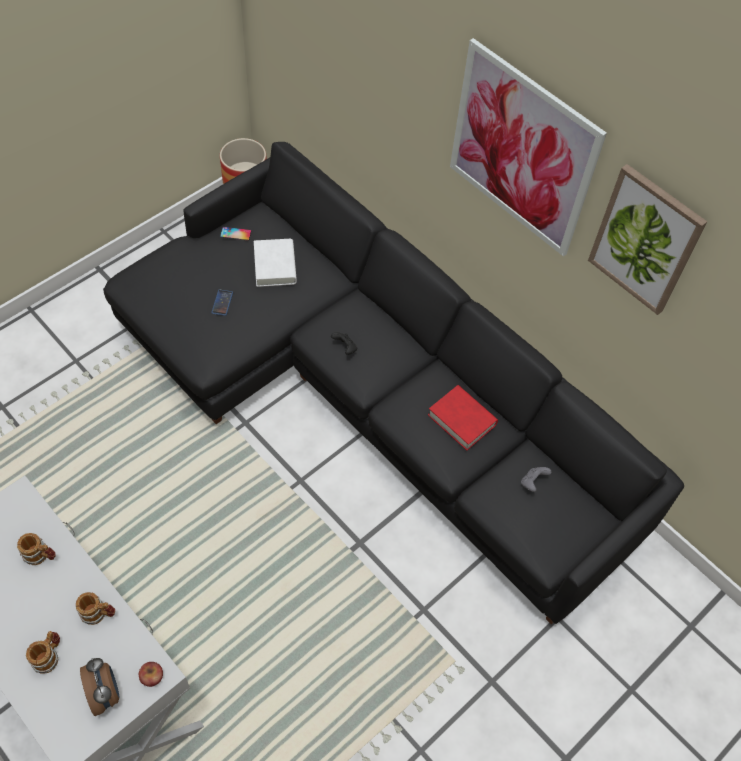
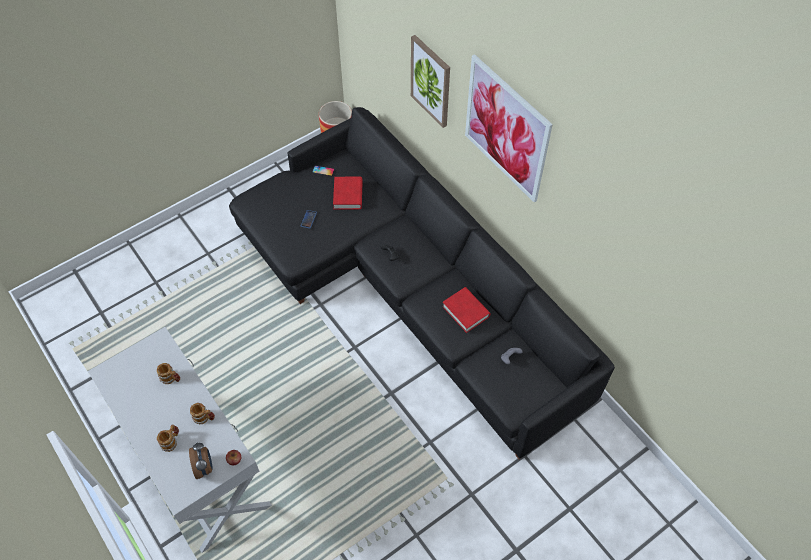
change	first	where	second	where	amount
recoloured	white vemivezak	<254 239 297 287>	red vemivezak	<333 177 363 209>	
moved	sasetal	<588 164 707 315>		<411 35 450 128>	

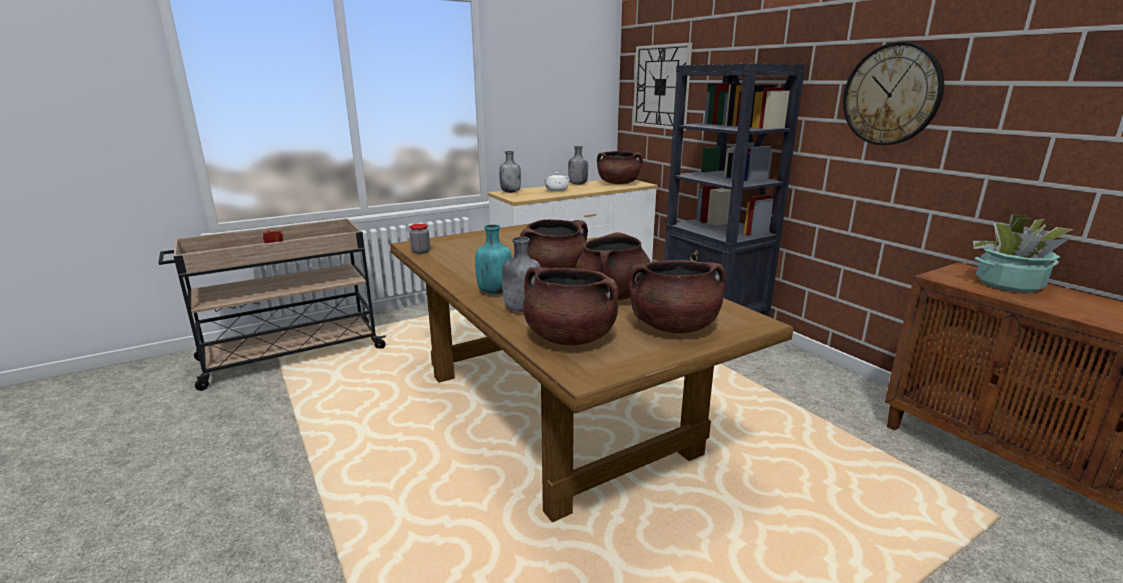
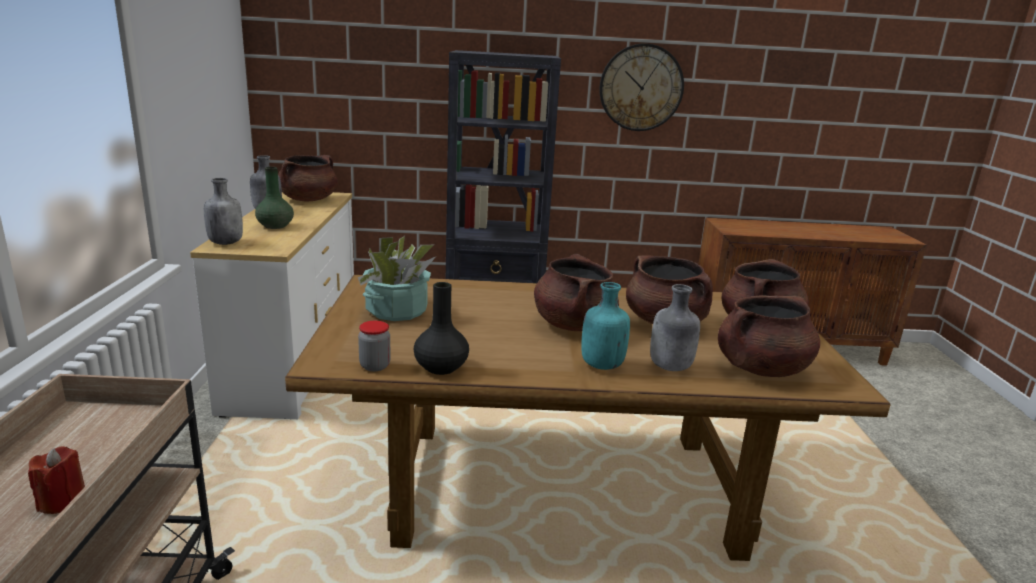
change	first	where	second	where	amount
replaced	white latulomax	<542 172 570 192>	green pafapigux	<255 167 294 229>	
removed	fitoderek	<633 42 692 131>			
moved	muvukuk	<973 214 1074 293>		<358 236 436 321>	
added			black pafapigux	<413 282 469 375>	

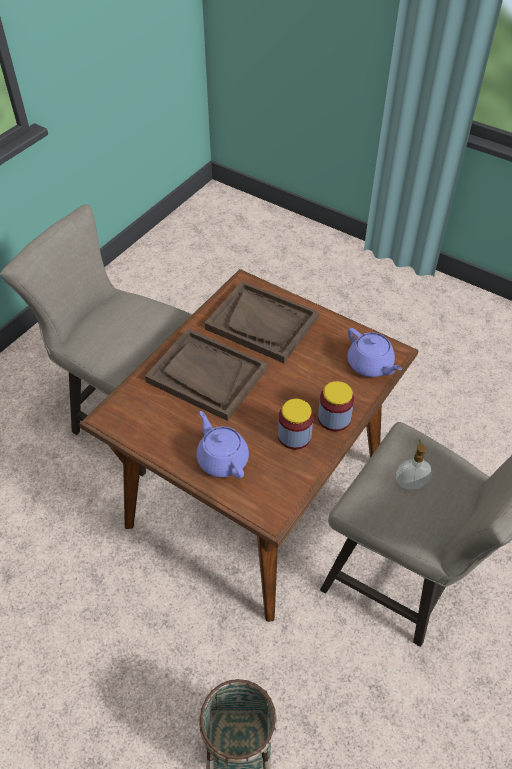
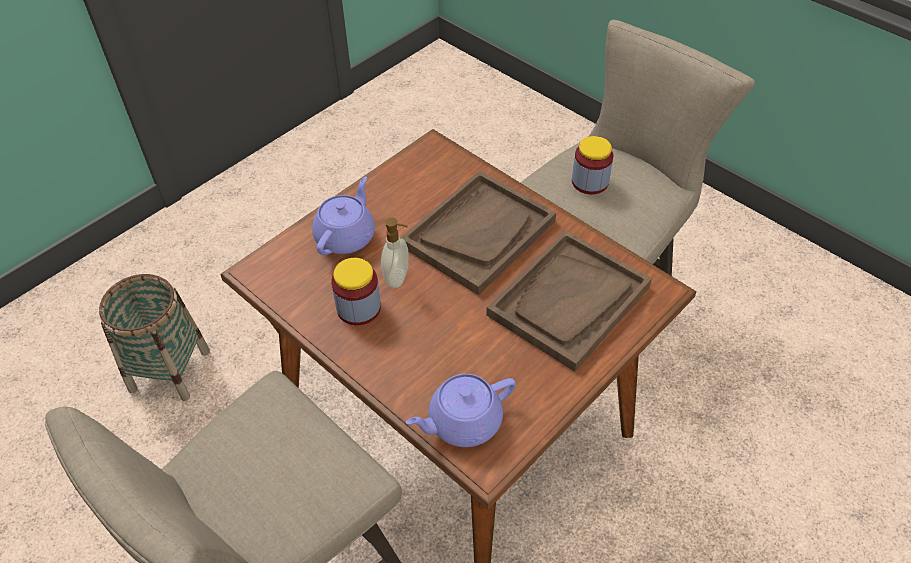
change	first	where	second	where	amount
turned	purple latulomax	<196 411 249 479>		<312 177 375 255>	45 degrees counterclockwise
moved	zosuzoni	<318 381 354 431>		<572 136 613 194>	
moved	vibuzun	<396 439 432 489>		<381 217 409 288>	

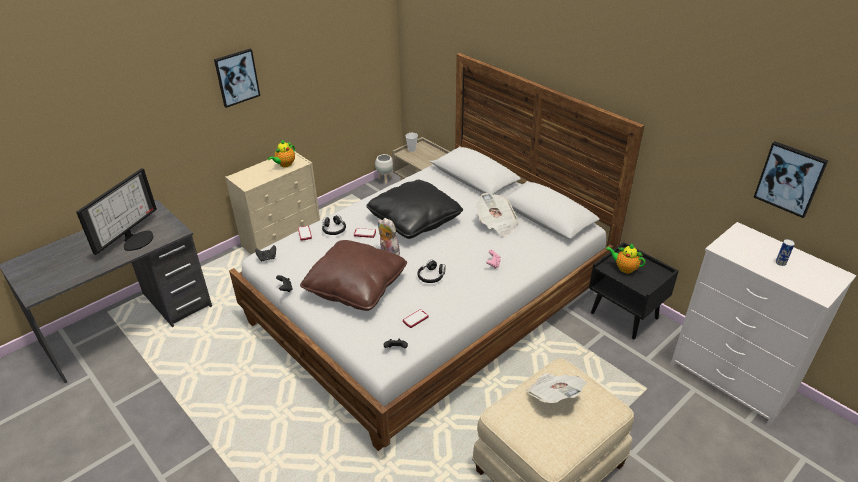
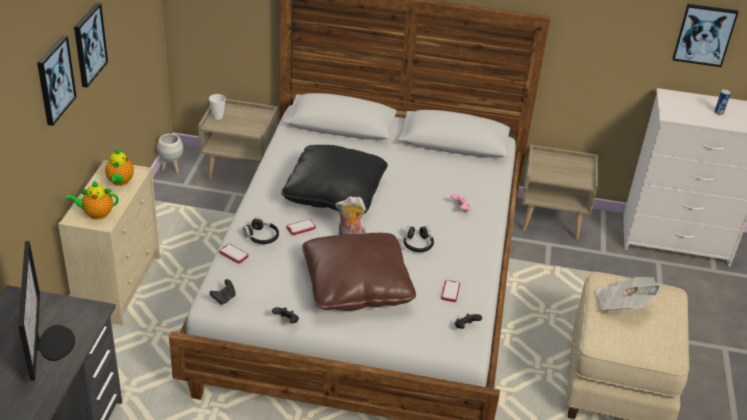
change	first	where	second	where	amount
removed	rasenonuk	<476 193 519 237>			
recoloured	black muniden	<589 242 678 339>	beige muniden	<522 145 598 240>	
moved	latulomax	<606 243 646 273>		<65 181 119 220>	
added			sasetal	<74 3 108 87>	

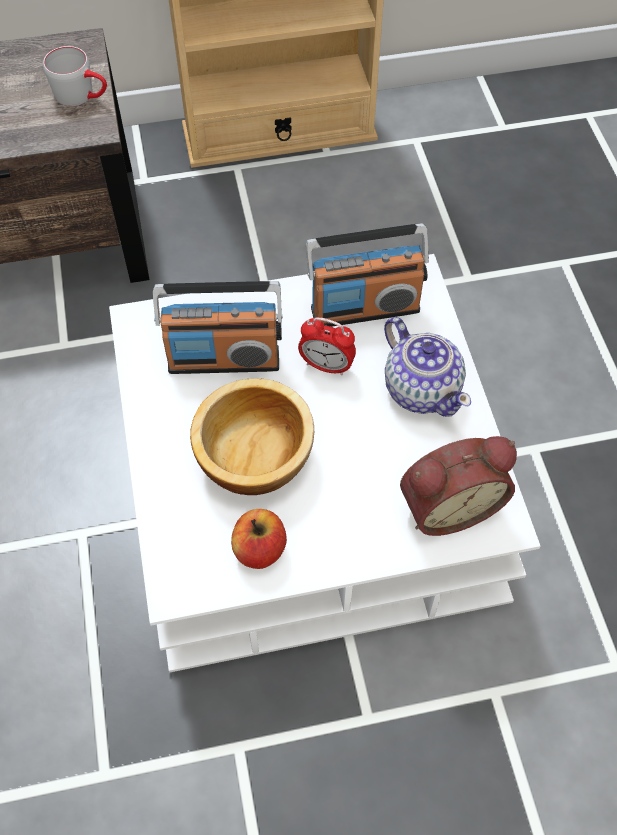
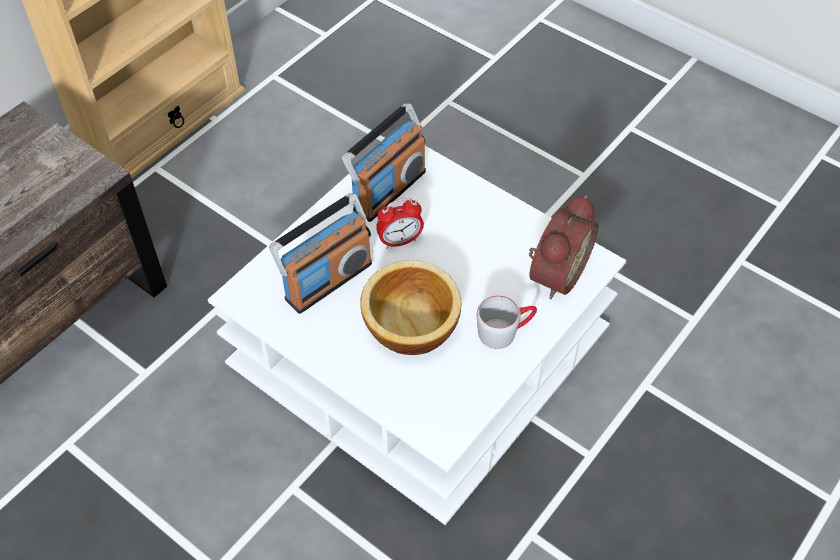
change	first	where	second	where	amount
moved	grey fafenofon	<43 46 107 106>		<477 295 537 349>	
removed	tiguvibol	<231 509 287 569>			
removed	latulomax	<384 317 471 417>			

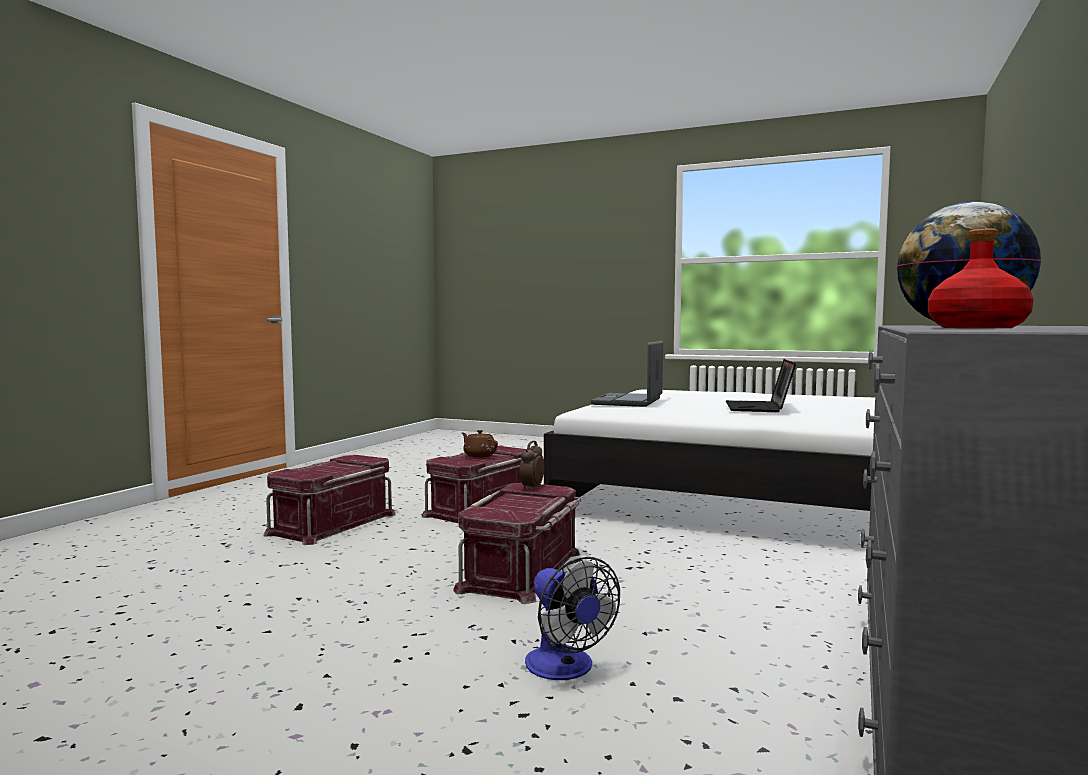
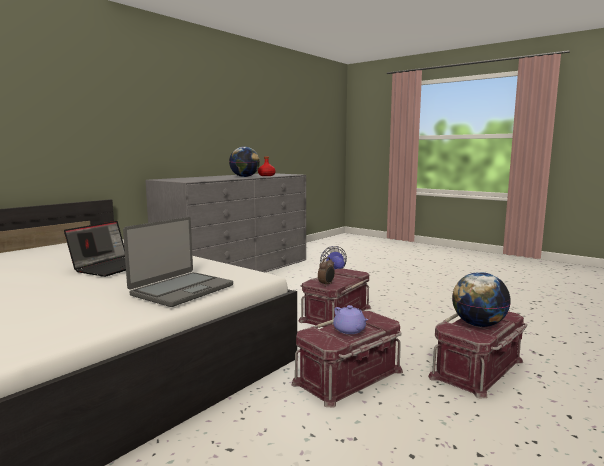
change	first	where	second	where	amount
recoloured	brown latulomax	<462 430 498 458>	purple latulomax	<333 305 368 334>	
added			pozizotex	<452 272 511 327>	

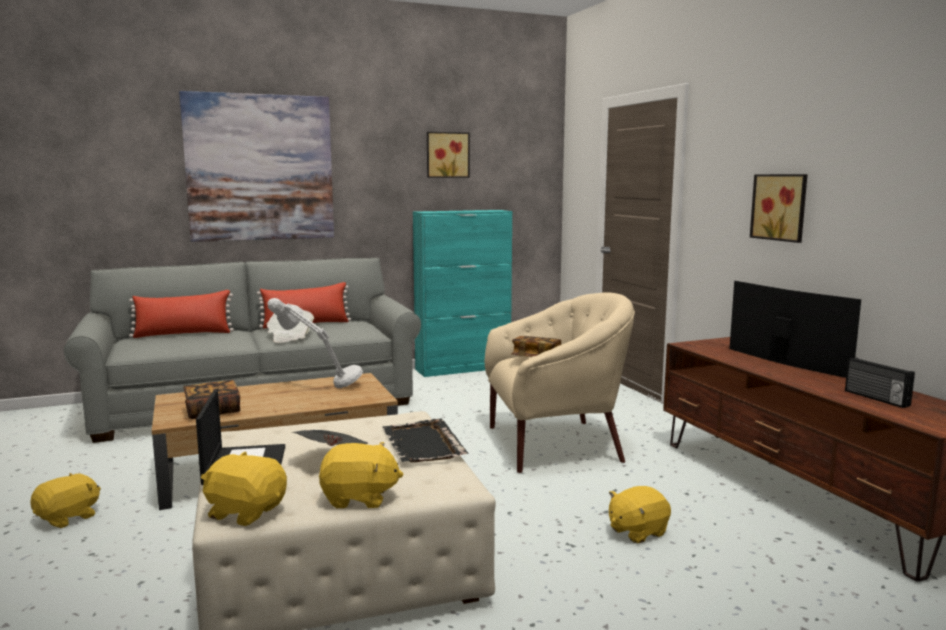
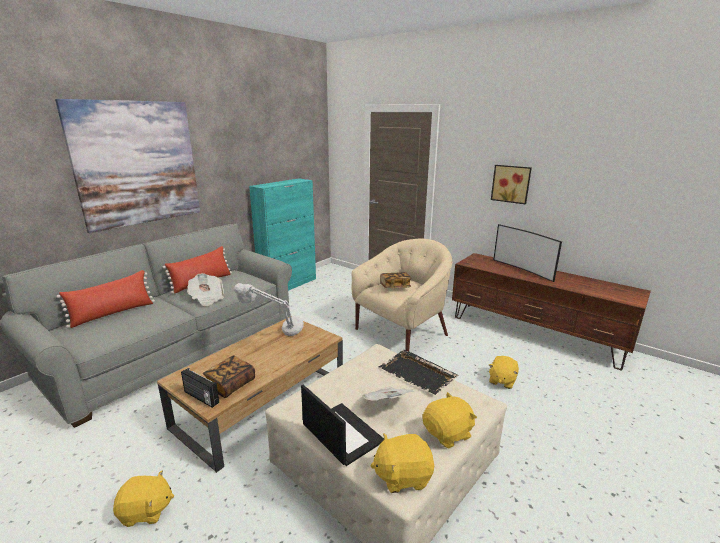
change	first	where	second	where	amount
turned	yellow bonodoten	<30 473 101 528>		<113 470 174 527>	75 degrees clockwise
removed	sasetal	<427 132 470 178>			
turned	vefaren	<729 281 861 378>		<493 224 562 282>	150 degrees counterclockwise
moved	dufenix	<845 358 915 408>		<181 368 219 408>	

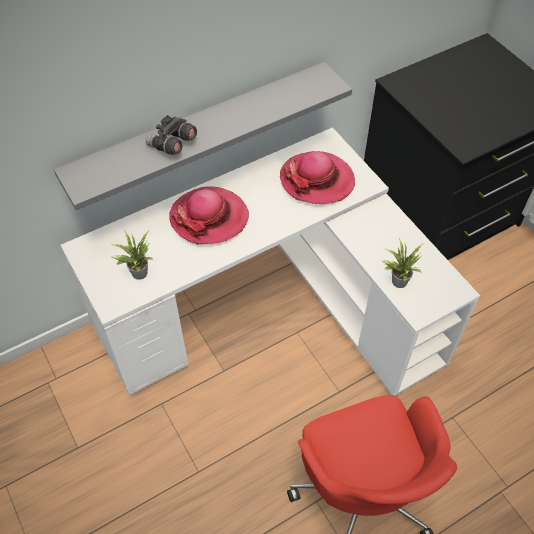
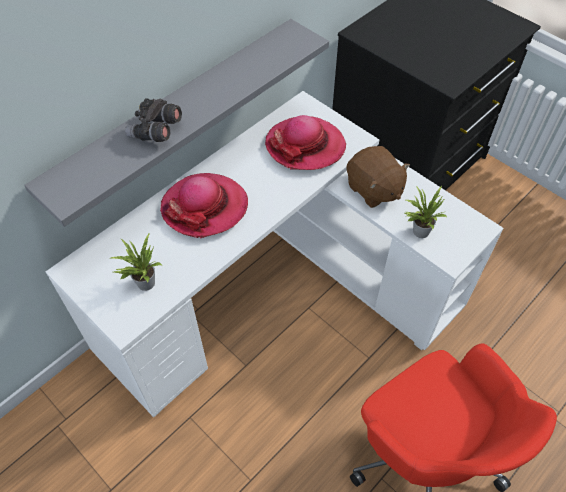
change	first	where	second	where	amount
added			brown bonodoten	<346 146 410 208>	

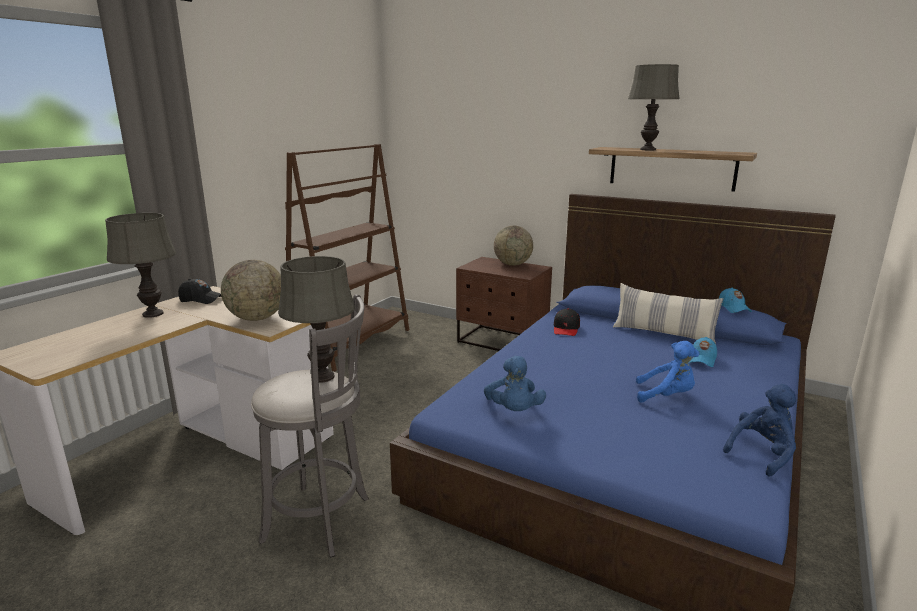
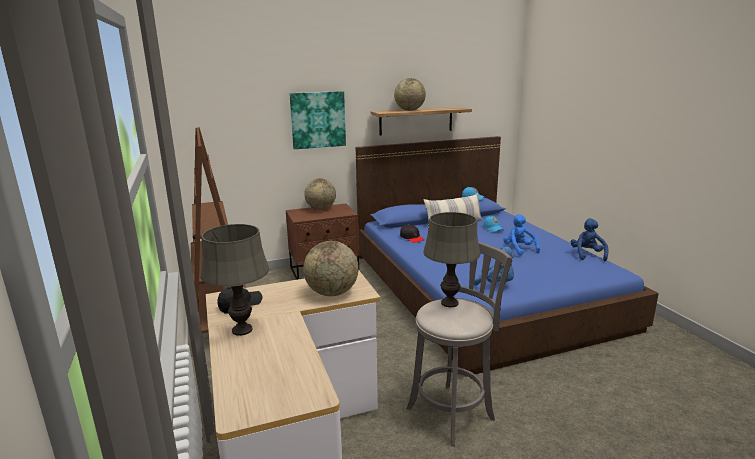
change	first	where	second	where	amount
replaced	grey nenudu	<628 64 680 150>	pozizotex	<394 78 426 111>	
turned	blue bonodoten	<636 341 699 403>		<503 214 540 256>	75 degrees counterclockwise
added			sasetal	<289 91 346 149>	

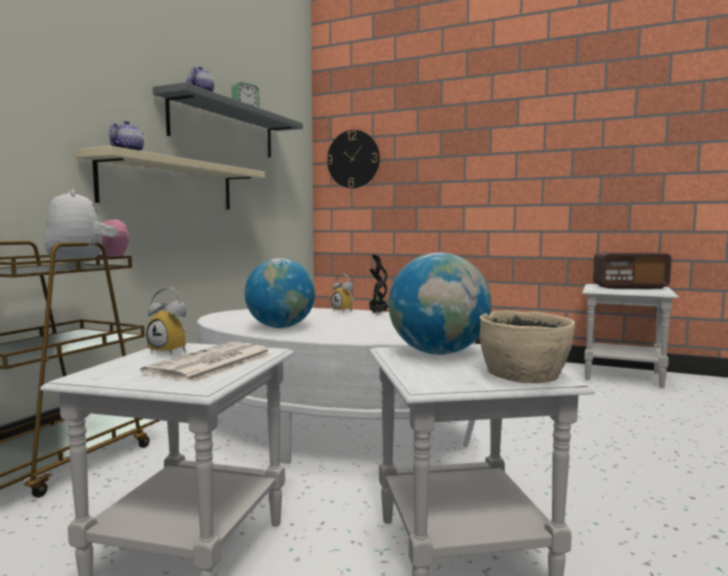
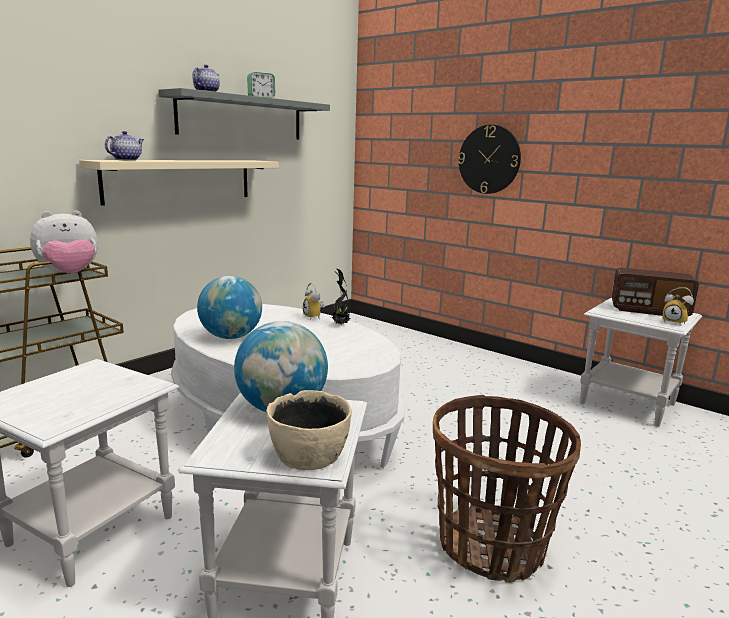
change	first	where	second	where	amount
turned	bonodoten	<44 189 129 269>		<30 210 98 276>	75 degrees clockwise
removed	rasenonuk	<141 342 272 383>			
moved	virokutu	<146 287 187 355>		<662 287 694 324>	
moved	fitoderek	<327 130 380 188>		<458 125 521 194>	
added			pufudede	<433 395 581 583>	

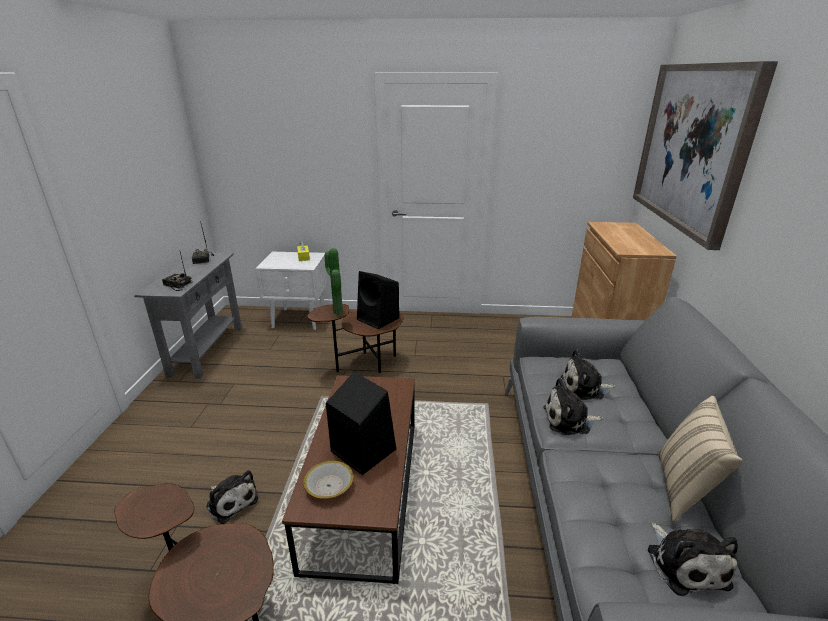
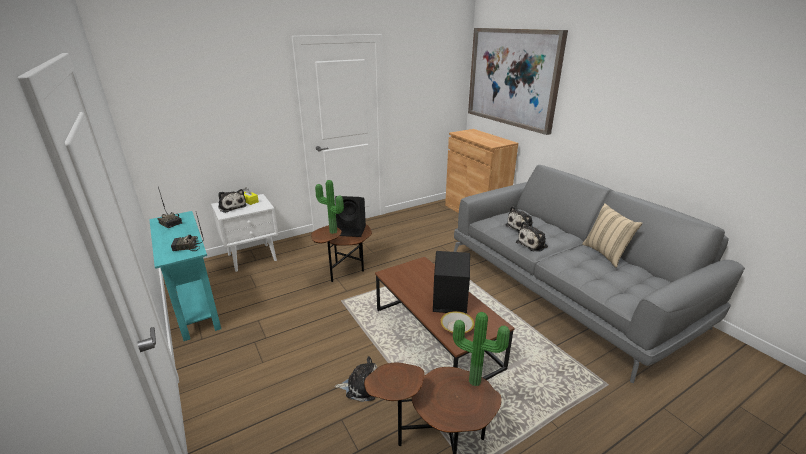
change	first	where	second	where	amount
recoloured	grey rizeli	<134 252 242 379>	turquoise rizeli	<149 211 221 341>	
moved	bonodoten	<648 522 738 596>		<218 189 247 213>	
added			muvukuk	<453 312 510 386>	

